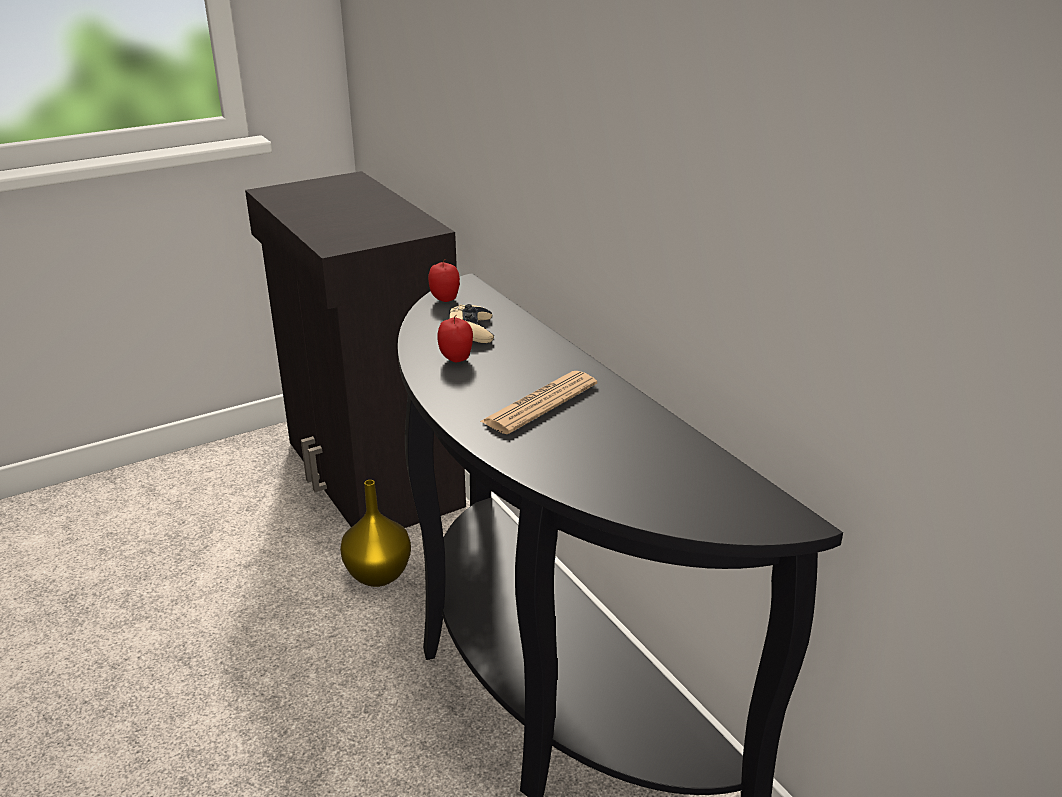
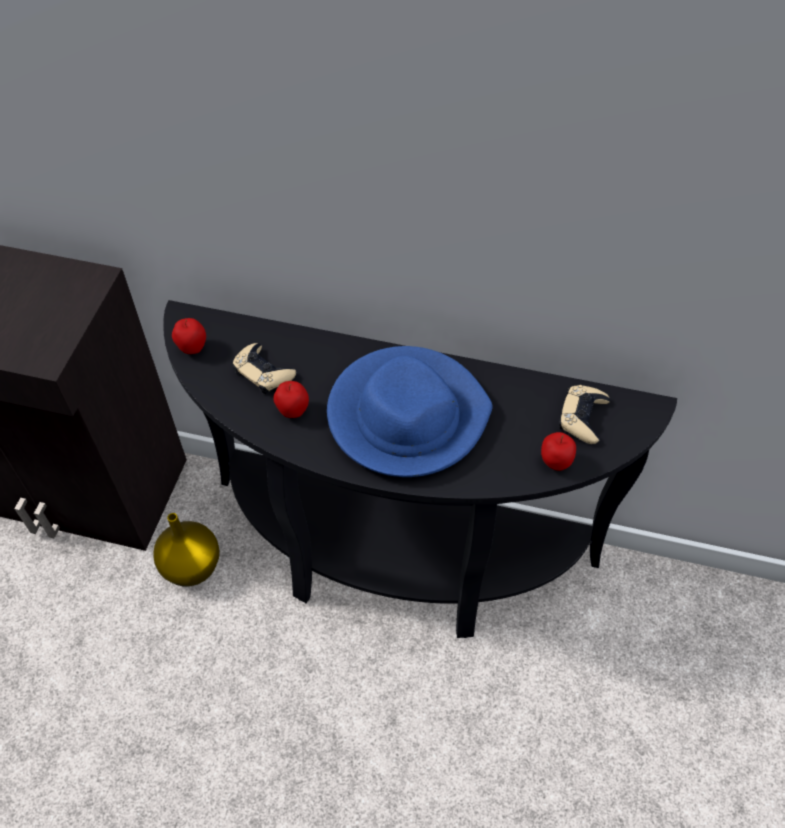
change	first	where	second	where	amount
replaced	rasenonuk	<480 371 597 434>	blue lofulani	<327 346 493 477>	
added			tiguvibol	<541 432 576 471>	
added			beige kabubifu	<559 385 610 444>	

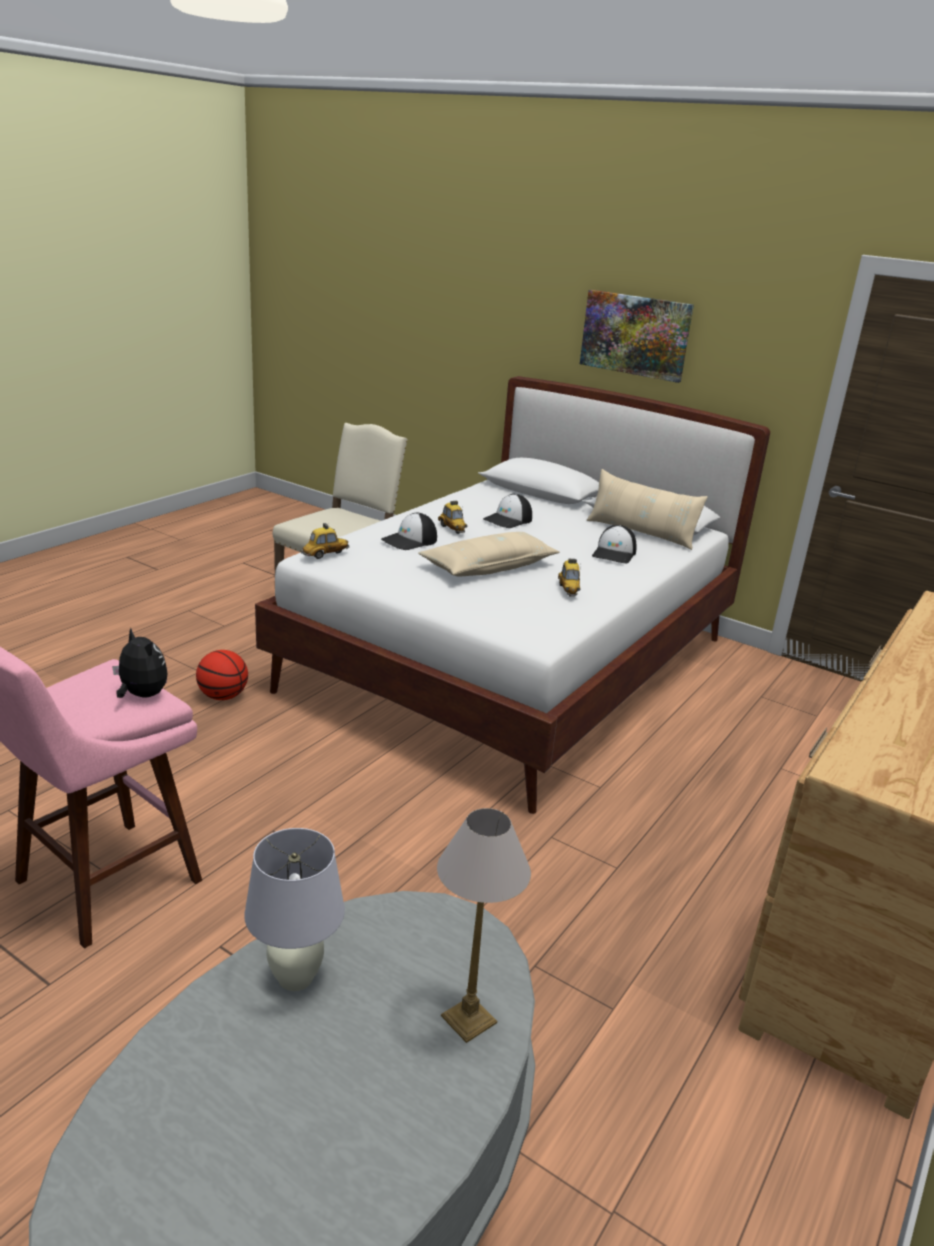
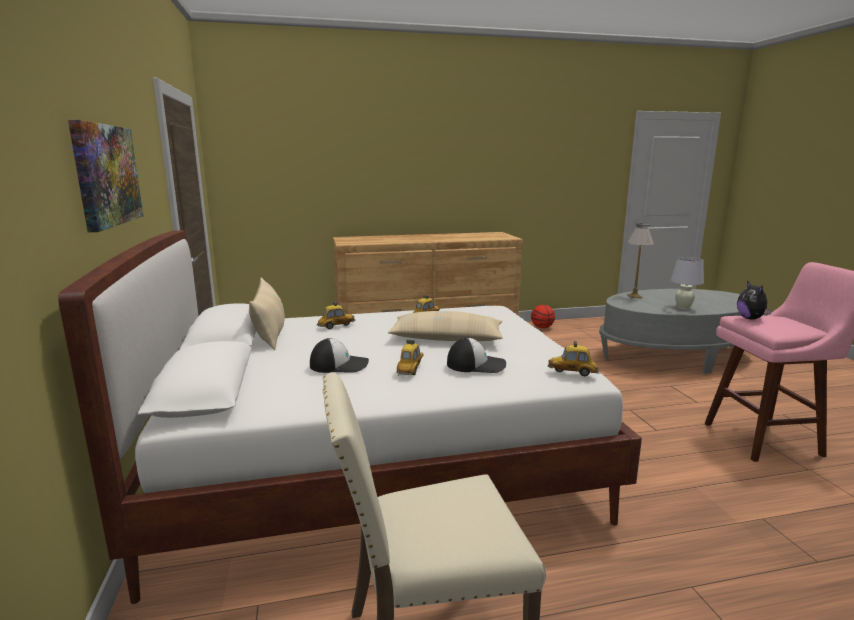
change	first	where	second	where	amount
moved	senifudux	<196 650 248 700>		<531 305 555 328>	
replaced	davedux	<592 525 637 563>	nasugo	<317 302 355 329>	

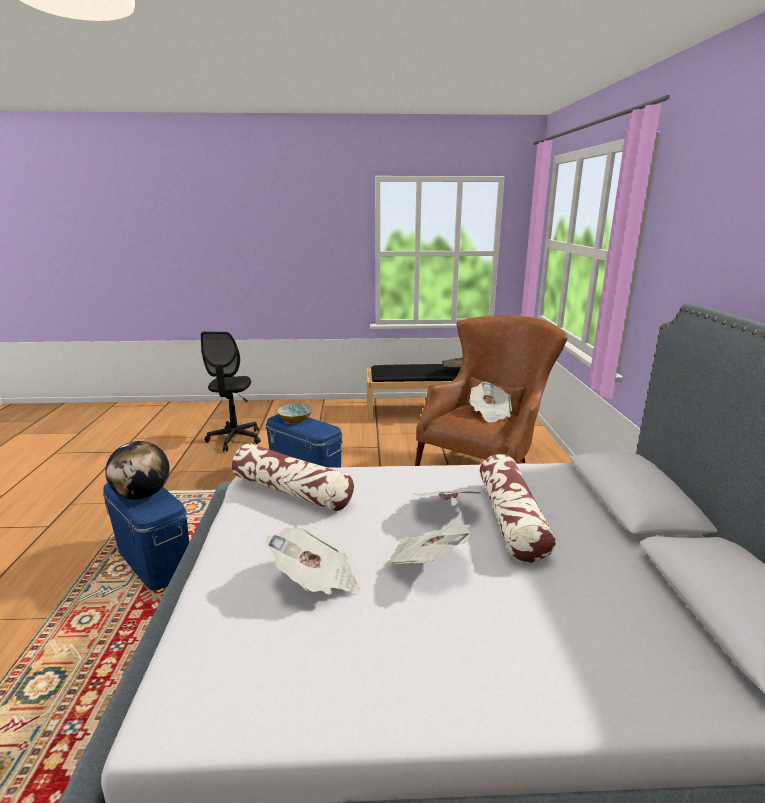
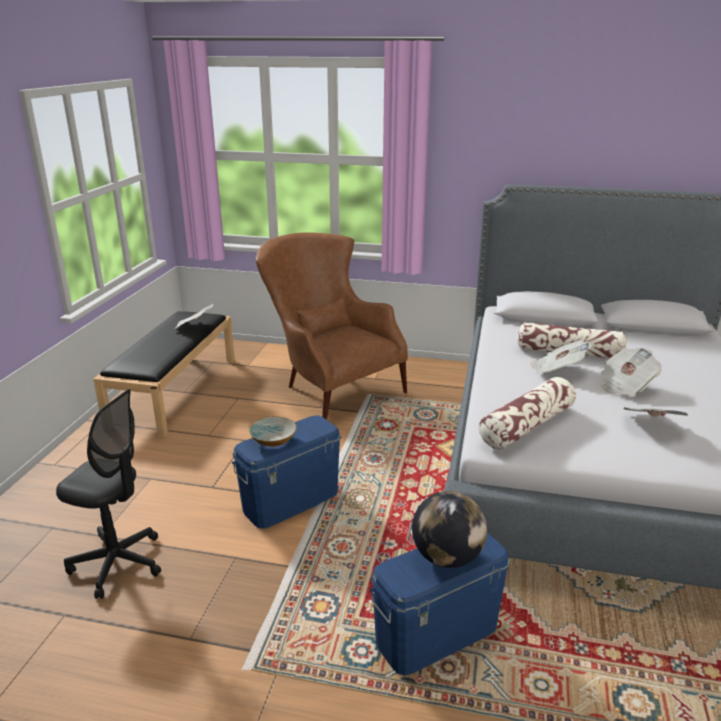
change	first	where	second	where	amount
removed	rasenonuk	<469 382 512 422>			

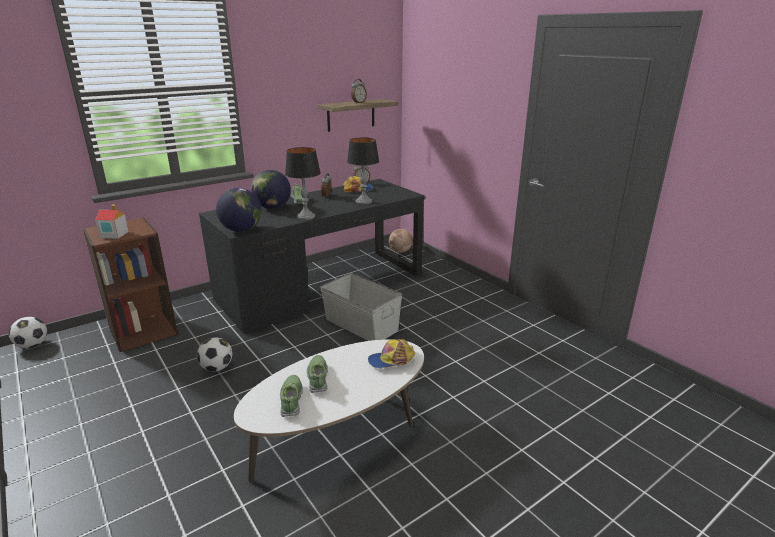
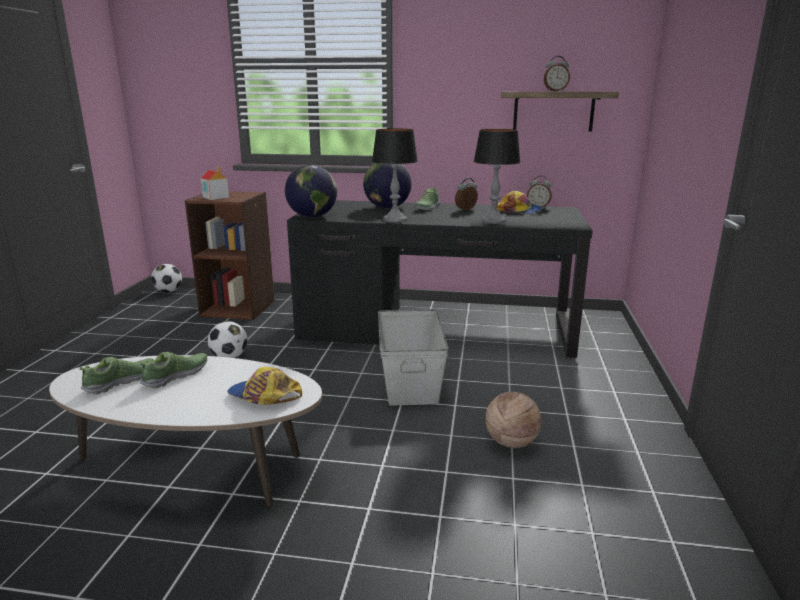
change	first	where	second	where	amount
moved	senifudux	<389 229 413 253>		<485 392 542 448>	

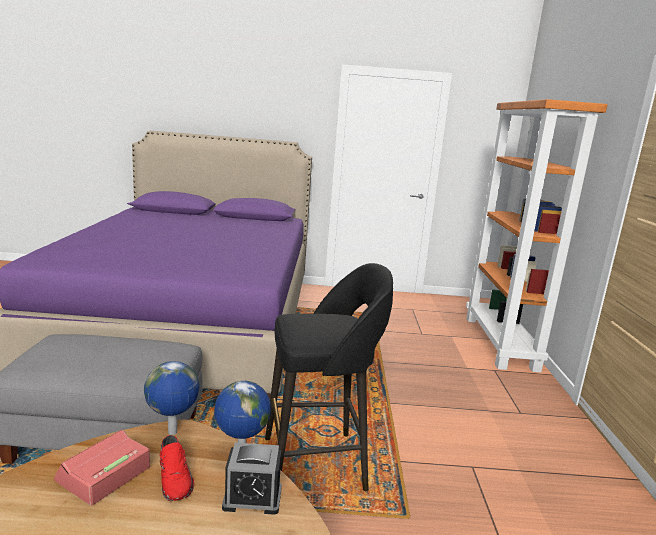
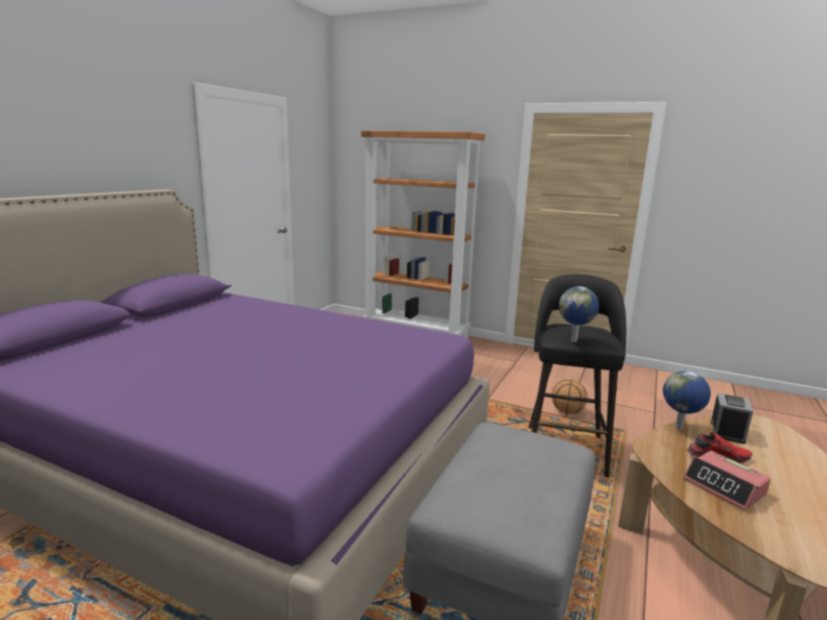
change	first	where	second	where	amount
moved	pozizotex	<144 361 199 435>		<559 286 599 342>	
added			senifudux	<552 379 588 414>	

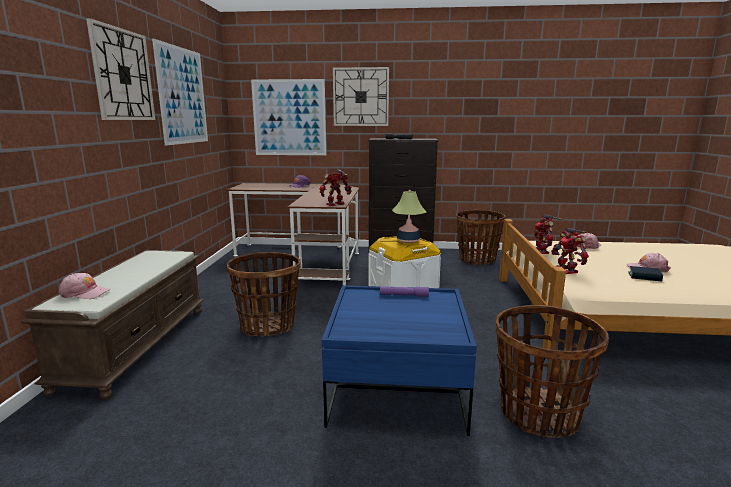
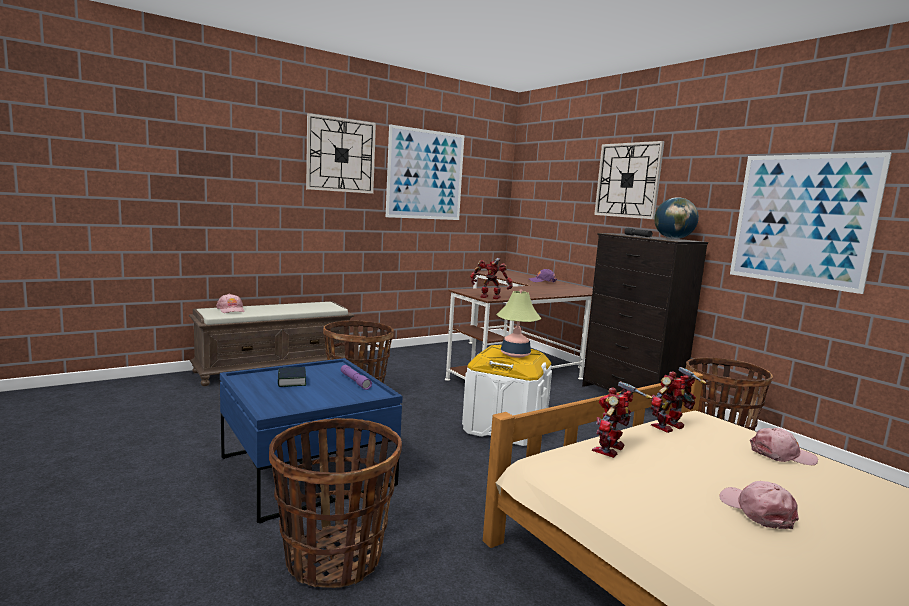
change	first	where	second	where	amount
moved	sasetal	<251 79 326 155>		<730 152 892 294>	
moved	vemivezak	<628 266 663 282>		<278 367 306 387>	
added			pozizotex	<654 197 699 239>	

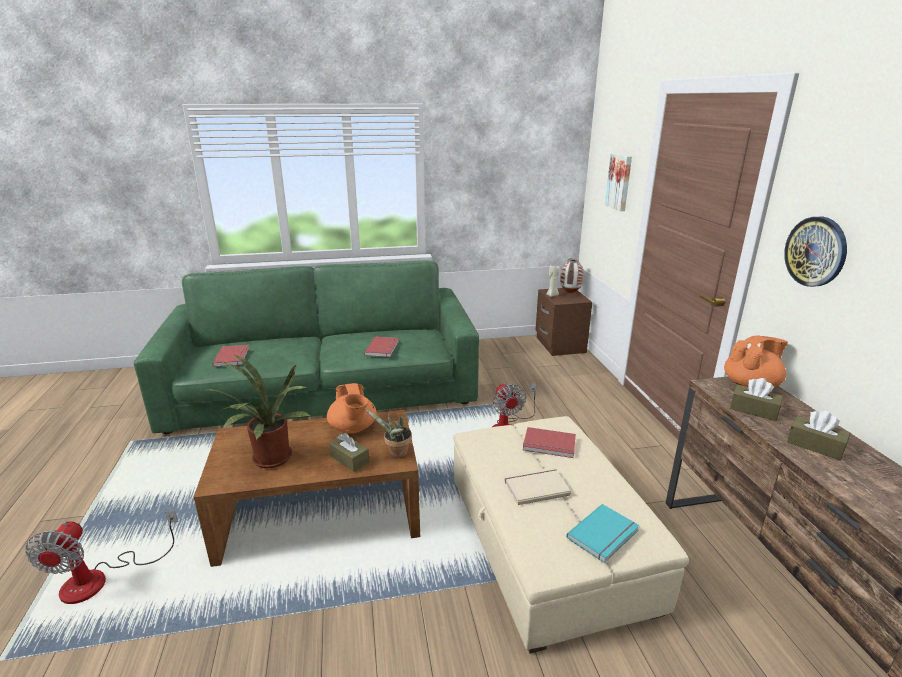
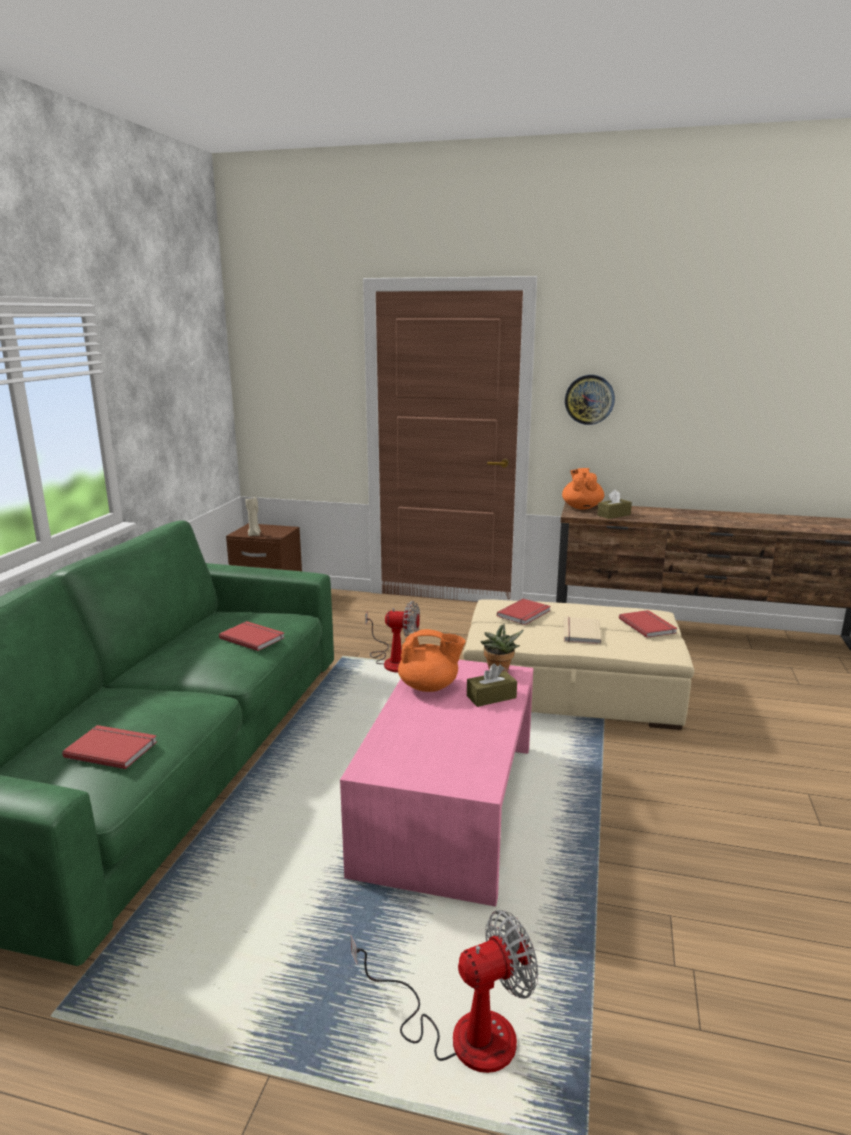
change	first	where	second	where	amount
turned	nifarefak	<25 511 178 604>		<351 910 538 1073>	45 degrees counterclockwise
recoloured	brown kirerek	<194 410 420 567>	pink kirerek	<340 660 533 906>	
removed	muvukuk	<202 354 310 468>			
removed	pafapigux	<560 258 583 293>			
recoloured	turquoise vemivezak	<566 504 639 563>	red vemivezak	<619 610 677 638>	
removed	sasetal	<605 153 632 211>			
removed	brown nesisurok	<787 411 850 460>			

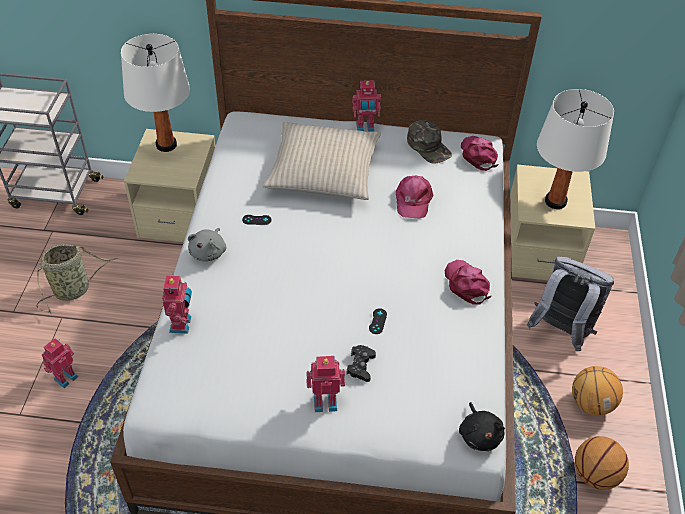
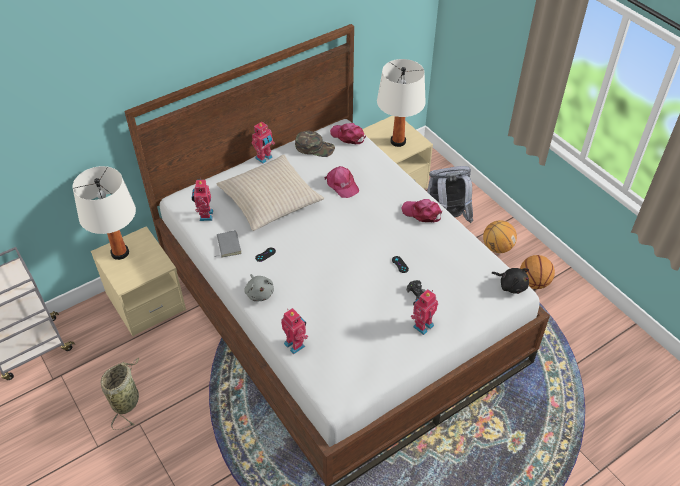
change	first	where	second	where	amount
moved	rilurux	<42 338 78 388>		<192 178 213 221>	
added			grey vemivezak	<215 230 242 258>	

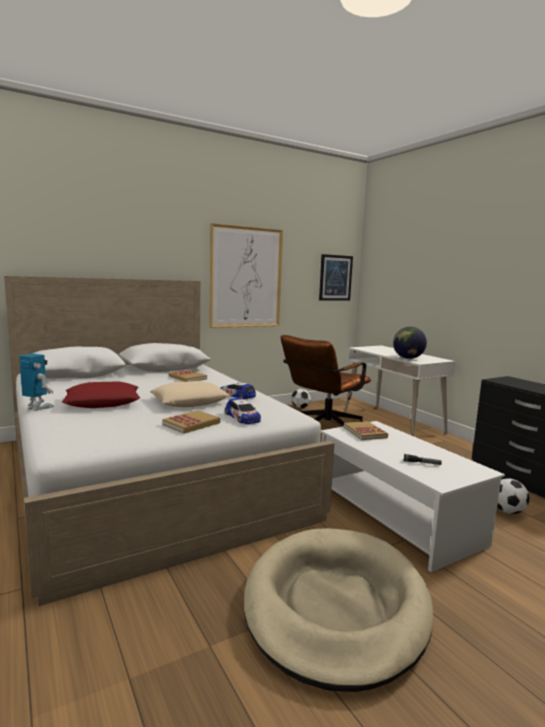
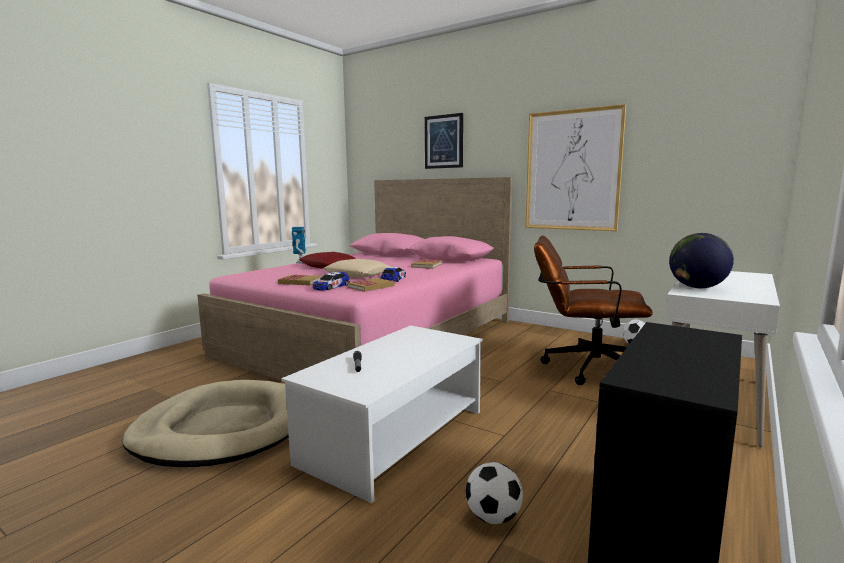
change	first	where	second	where	amount
recoloured	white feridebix	<4 276 335 606>	pink feridebix	<197 177 513 382>	
moved	sasetal	<319 254 353 301>		<425 113 463 169>	
moved	vemivezak	<344 421 388 440>		<347 278 395 292>	

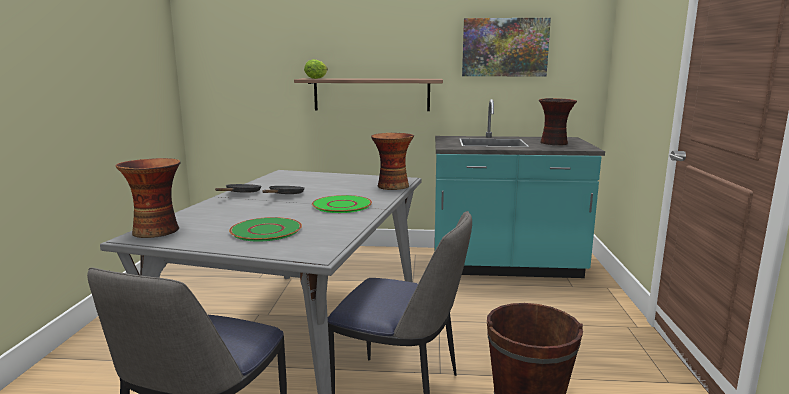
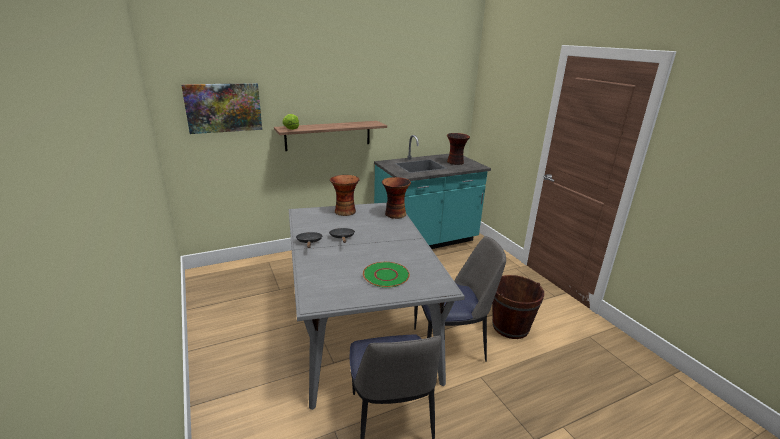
change	first	where	second	where	amount
moved	pafapigux	<115 158 181 238>		<330 175 360 216>	
removed	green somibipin	<312 195 372 213>			
moved	sasetal	<462 18 551 76>		<181 83 262 134>	

